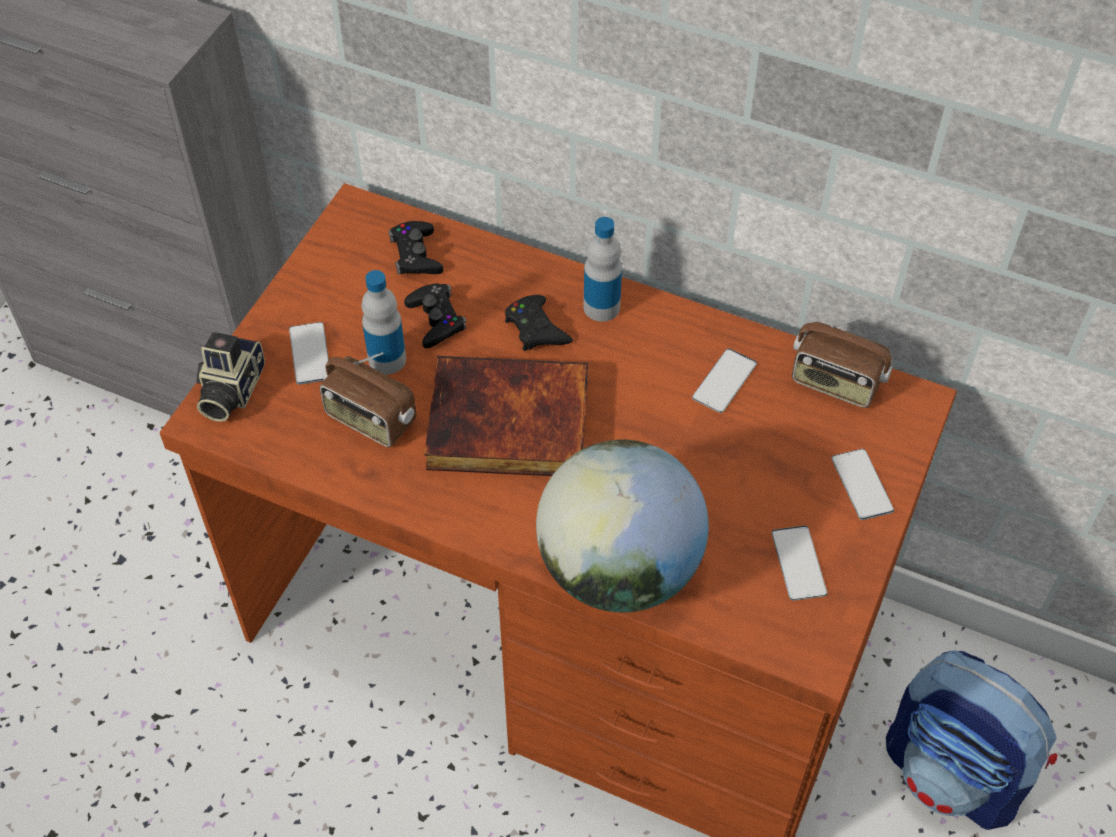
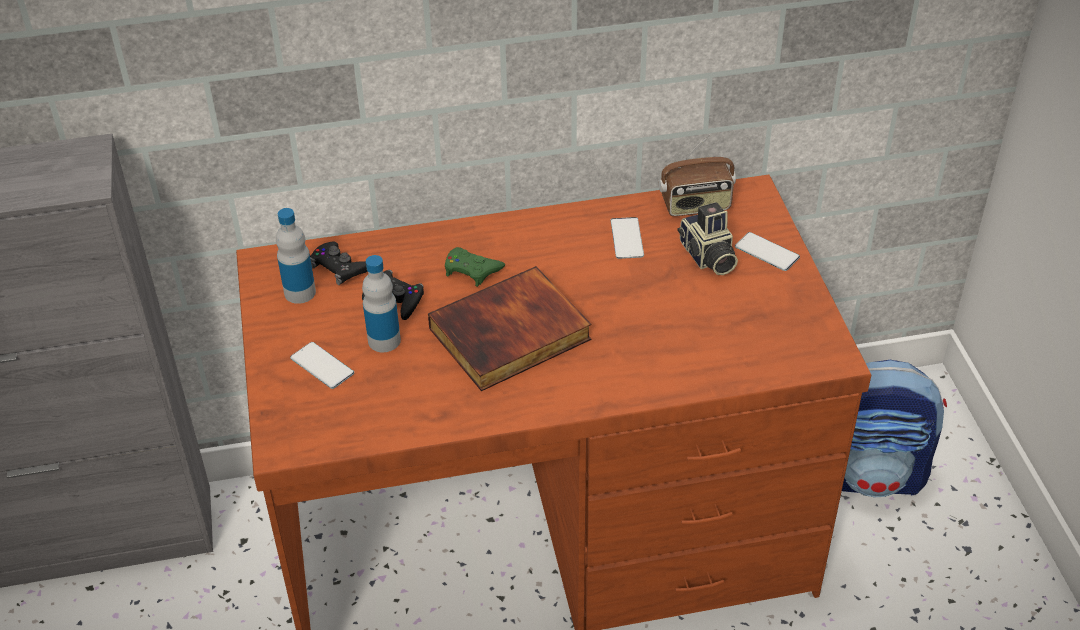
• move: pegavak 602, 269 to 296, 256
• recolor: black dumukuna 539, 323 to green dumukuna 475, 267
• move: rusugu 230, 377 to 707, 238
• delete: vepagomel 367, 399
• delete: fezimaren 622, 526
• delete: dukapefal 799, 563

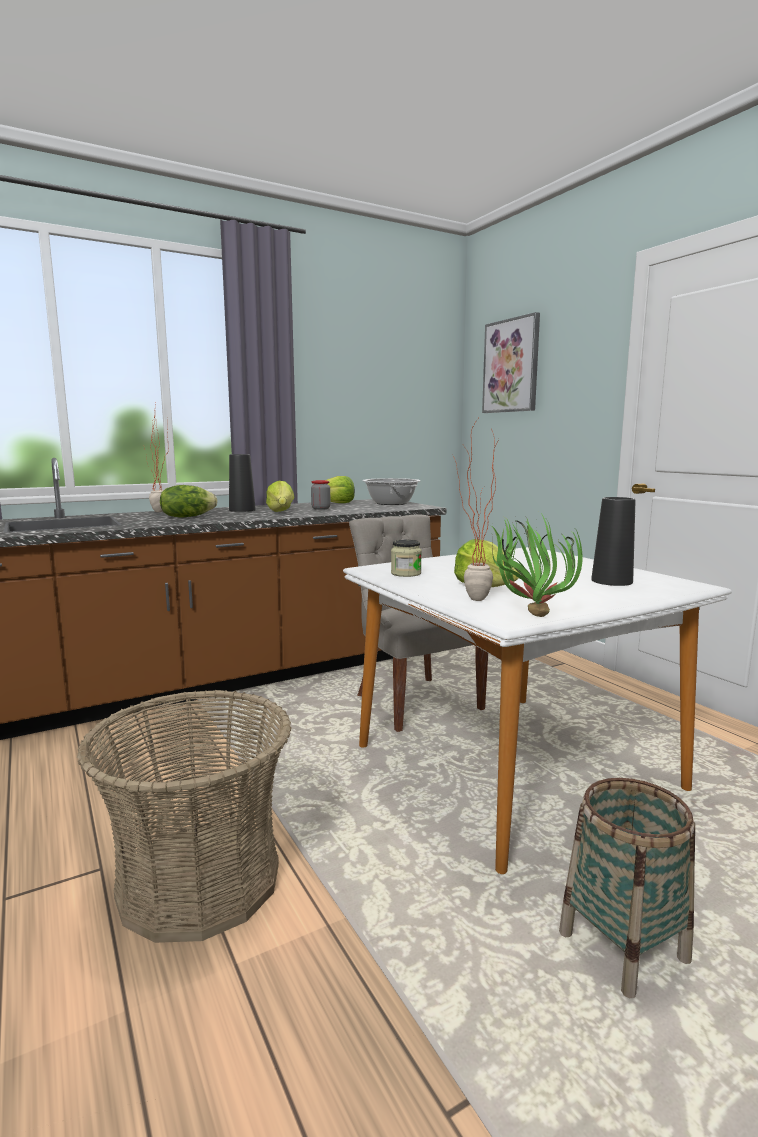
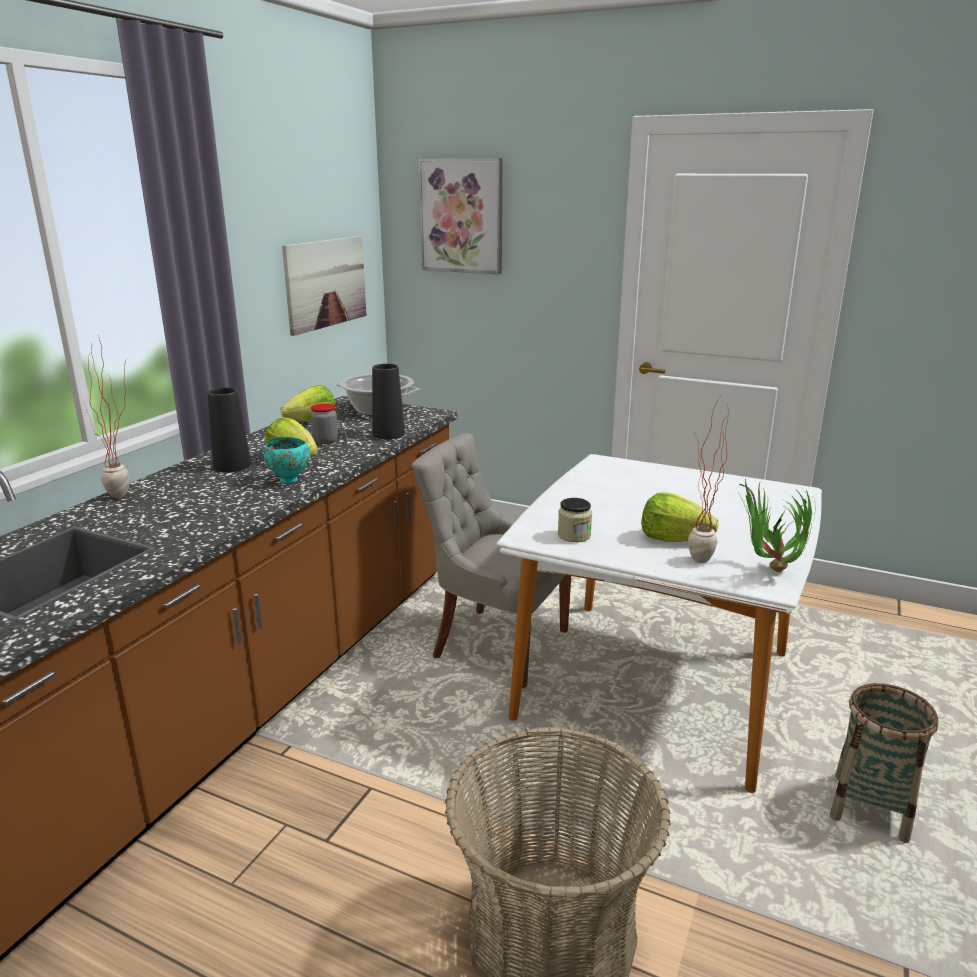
• insert: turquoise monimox 286, 460
• insert: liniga 324, 286
• move: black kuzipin 613, 541 to 388, 401
• delete: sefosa 189, 501

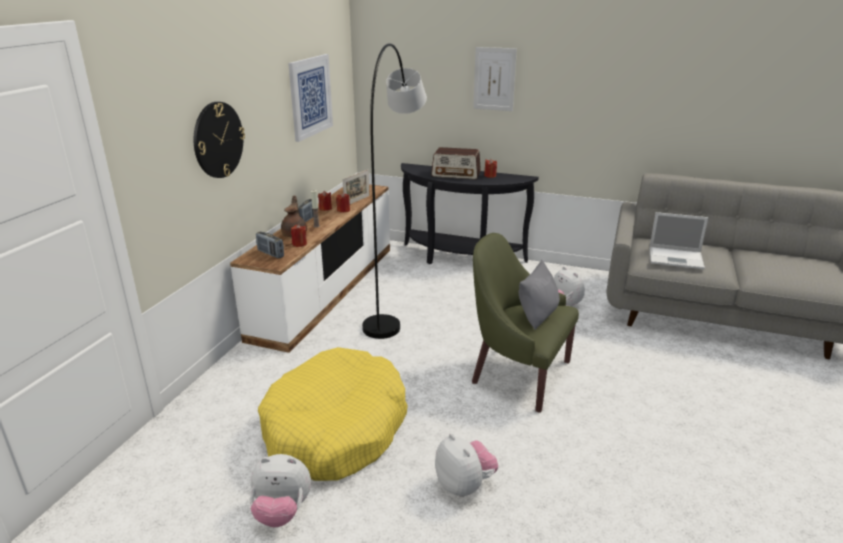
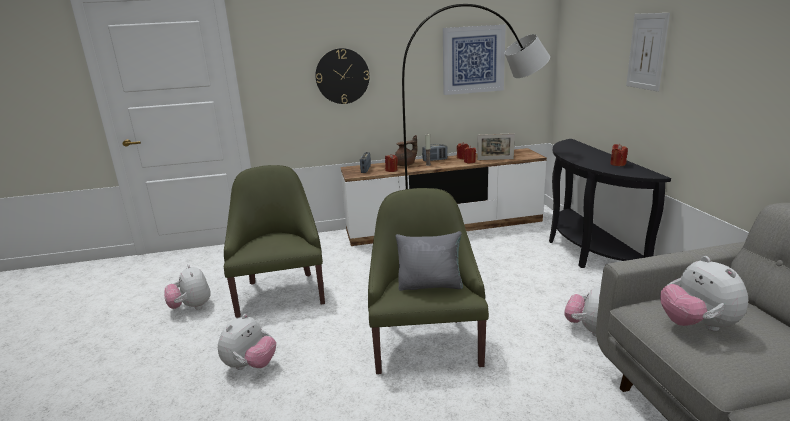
• replace: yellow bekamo 333, 414 to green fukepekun 274, 241
• replace: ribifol 678, 240 to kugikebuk 704, 293
• delete: vepagomel 456, 163

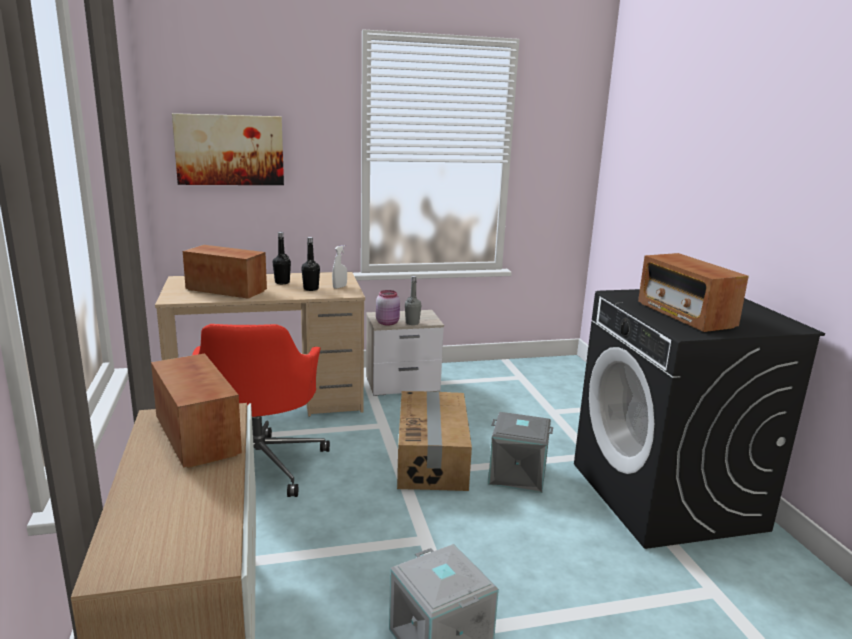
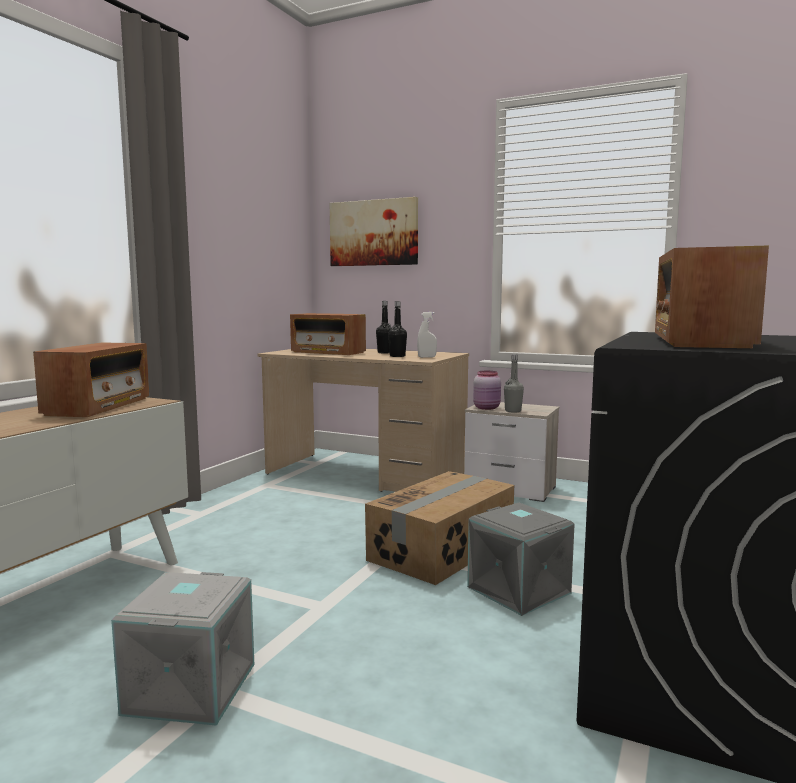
• rotate: vepagomel 225, 272 = 328, 334 150 degrees clockwise
• delete: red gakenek 261, 410

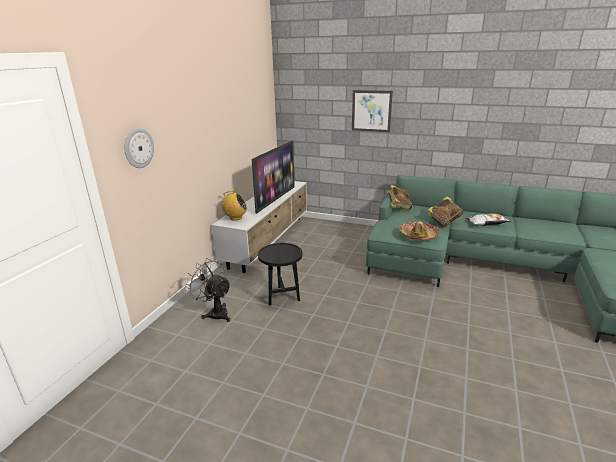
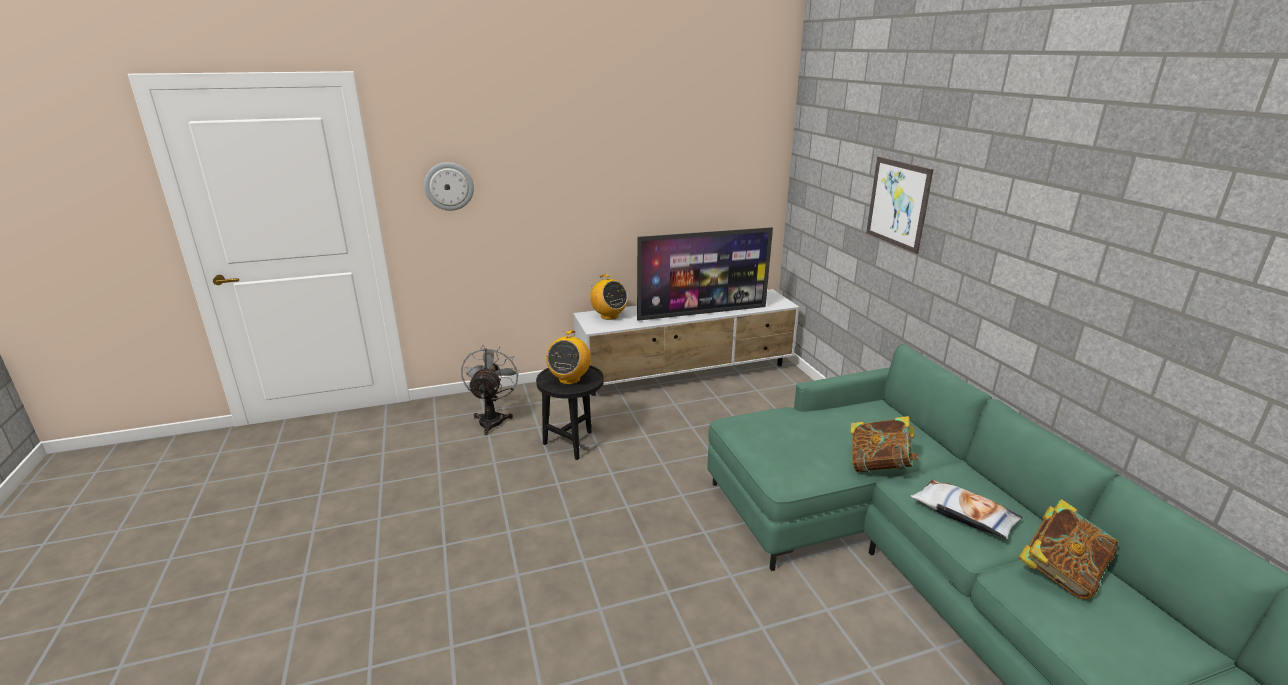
• insert: vepagomel 568, 357
• move: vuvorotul 399, 198 to 1068, 549
• delete: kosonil 419, 231

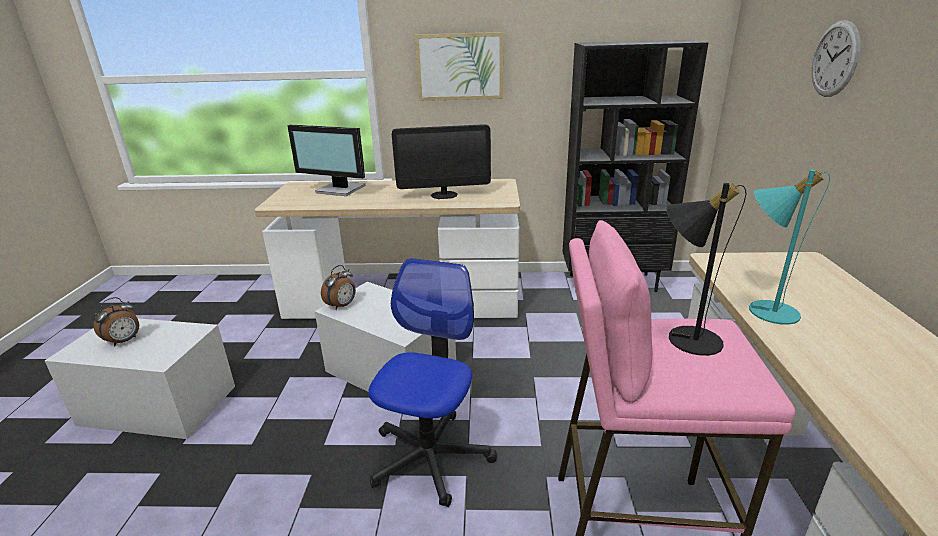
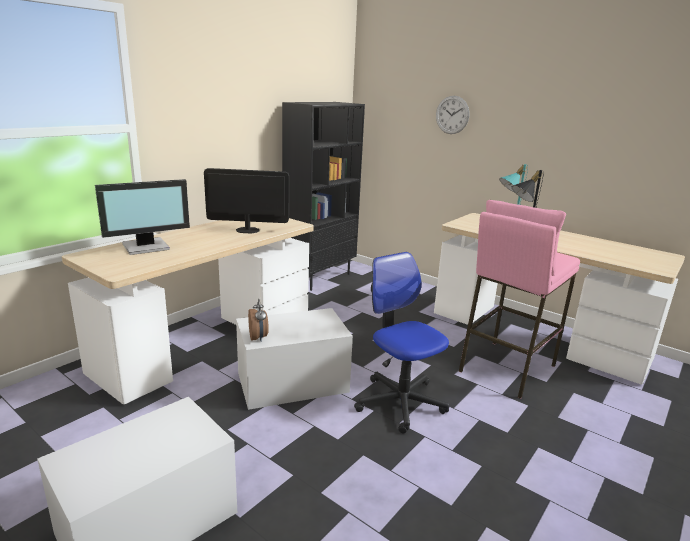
• rotate: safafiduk 441, 161 = 246, 200 120 degrees counterclockwise
• delete: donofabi 116, 321
• delete: liniga 459, 66

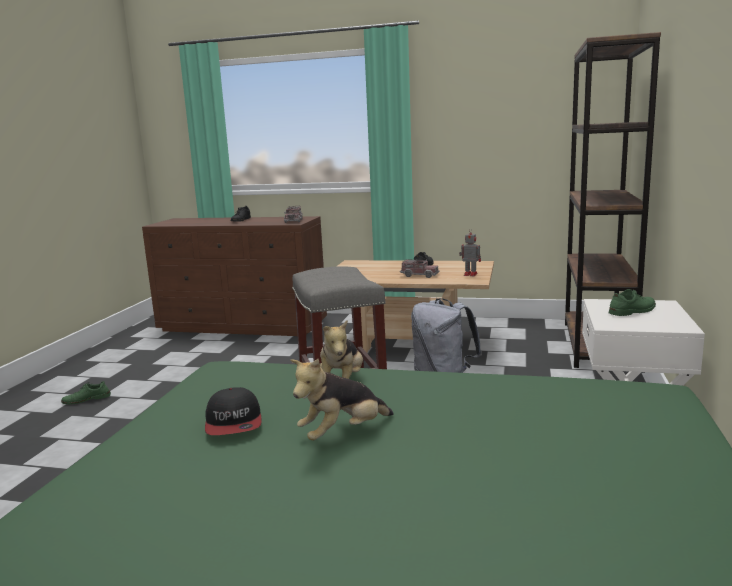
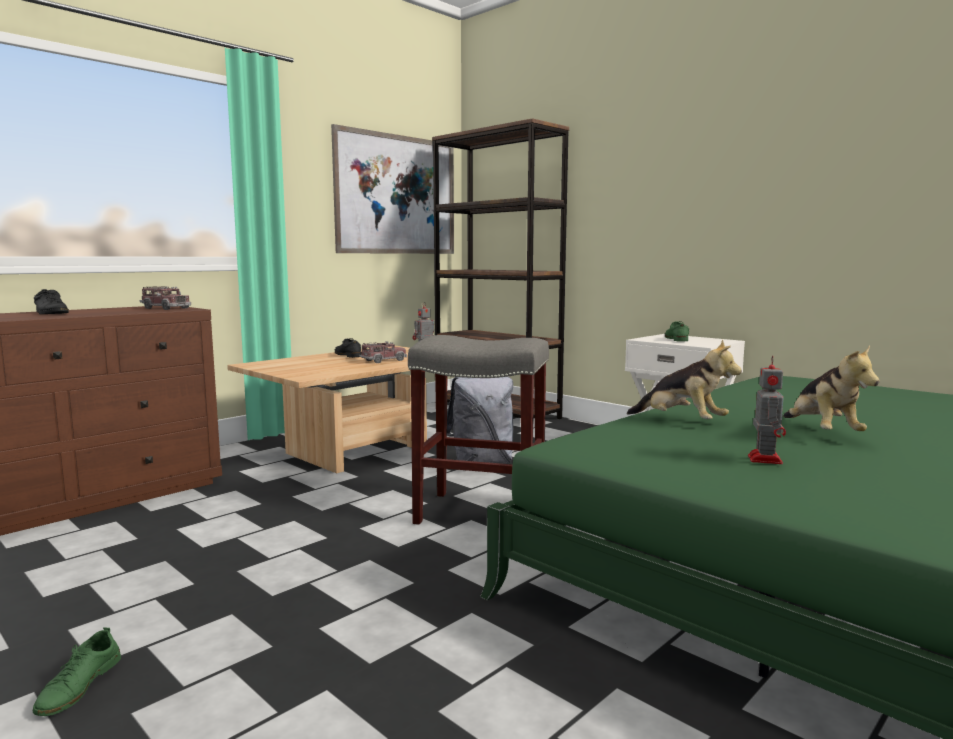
• insert: liniga 392, 189
• replace: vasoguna 233, 411 to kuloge 767, 409

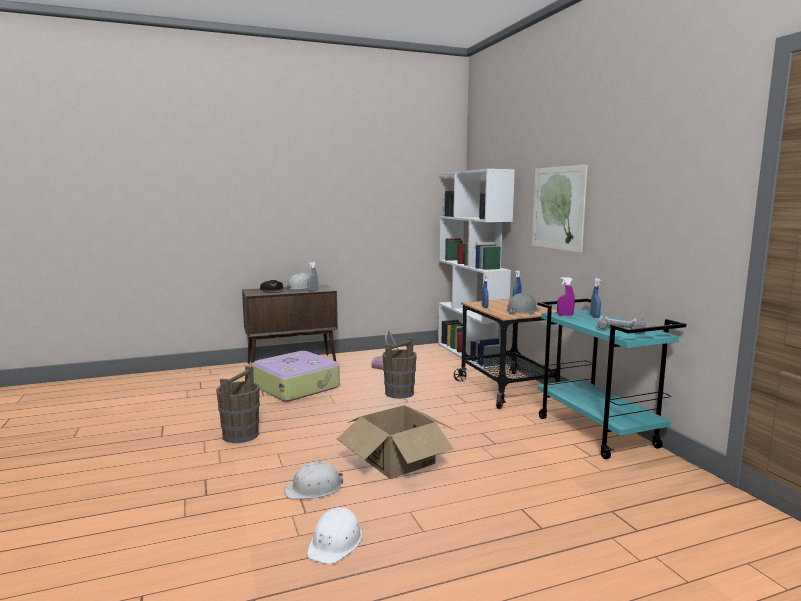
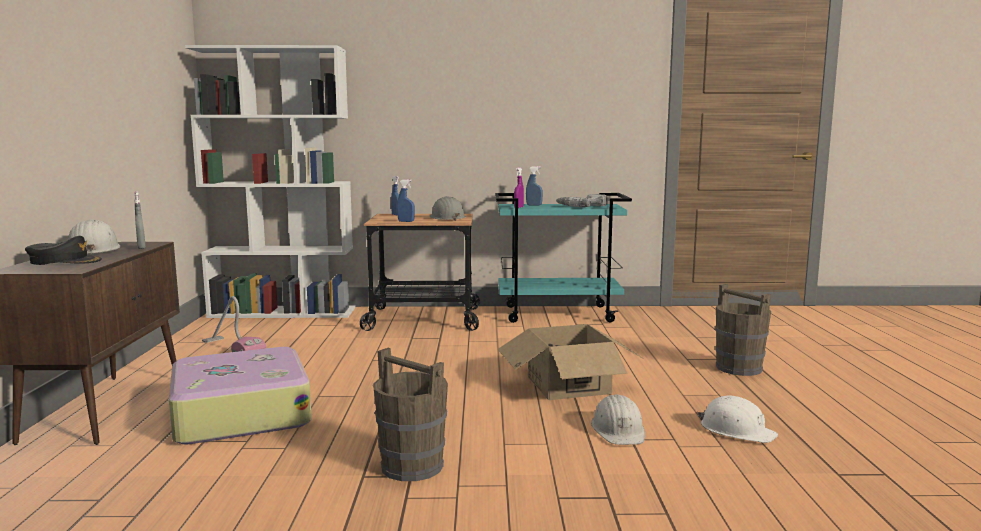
• move: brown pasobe 399, 368 to 743, 330
• delete: liniga 560, 209

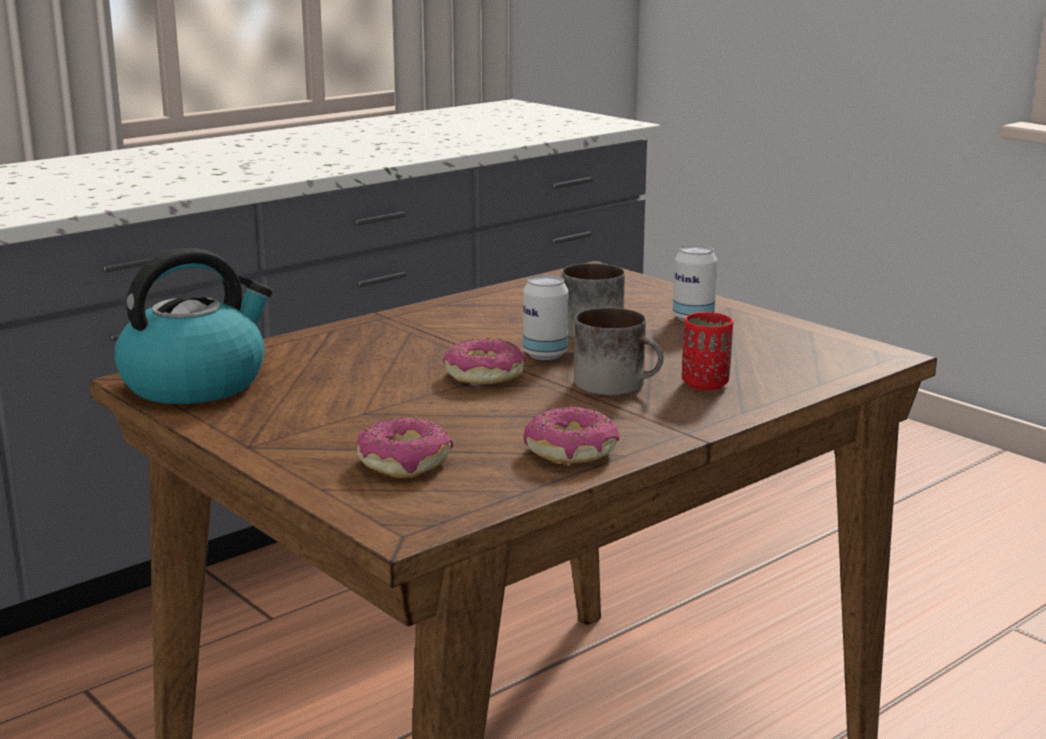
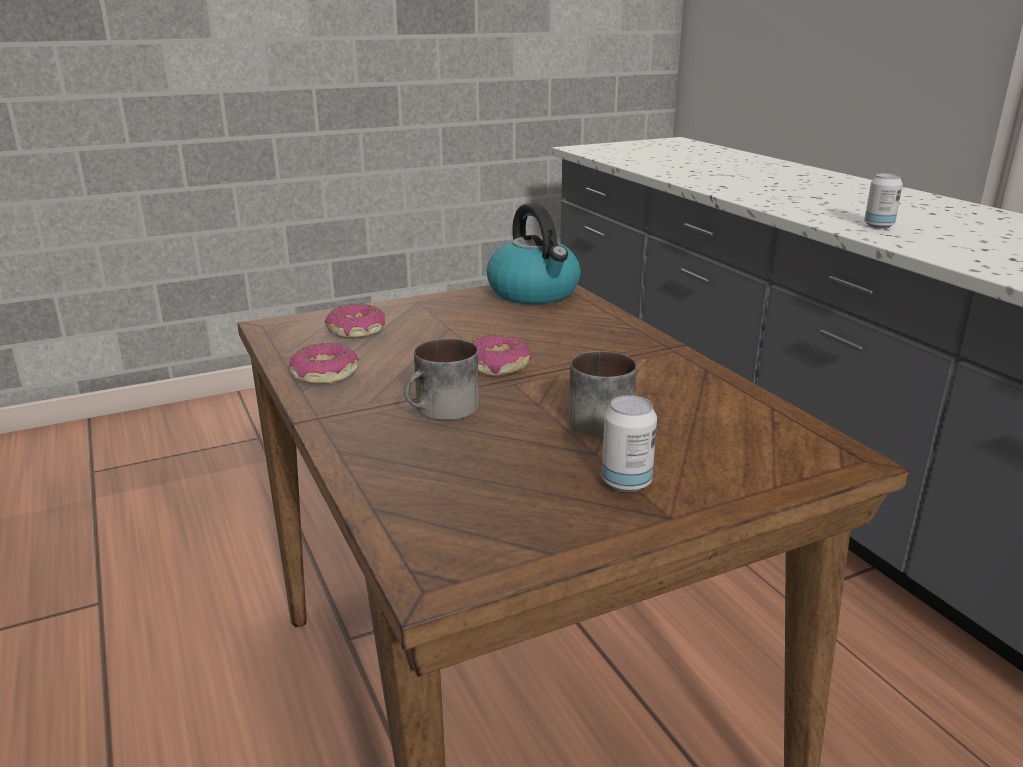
• move: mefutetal 546, 317 to 883, 201
• delete: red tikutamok 707, 351

